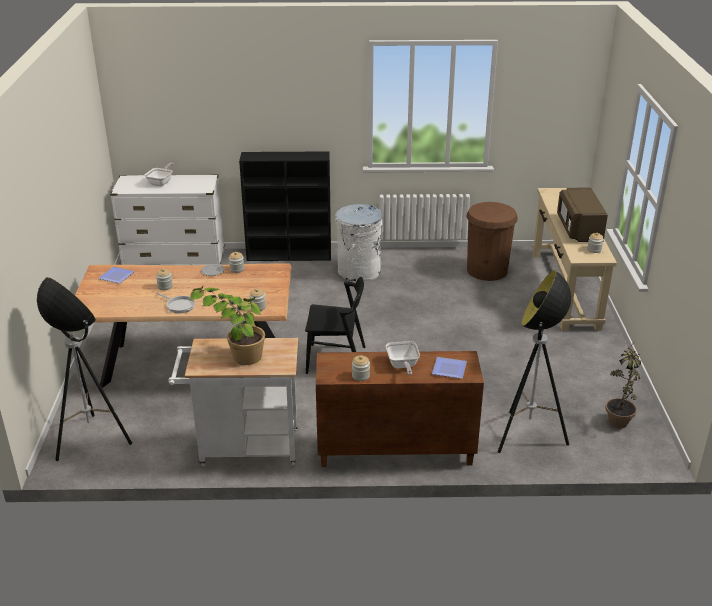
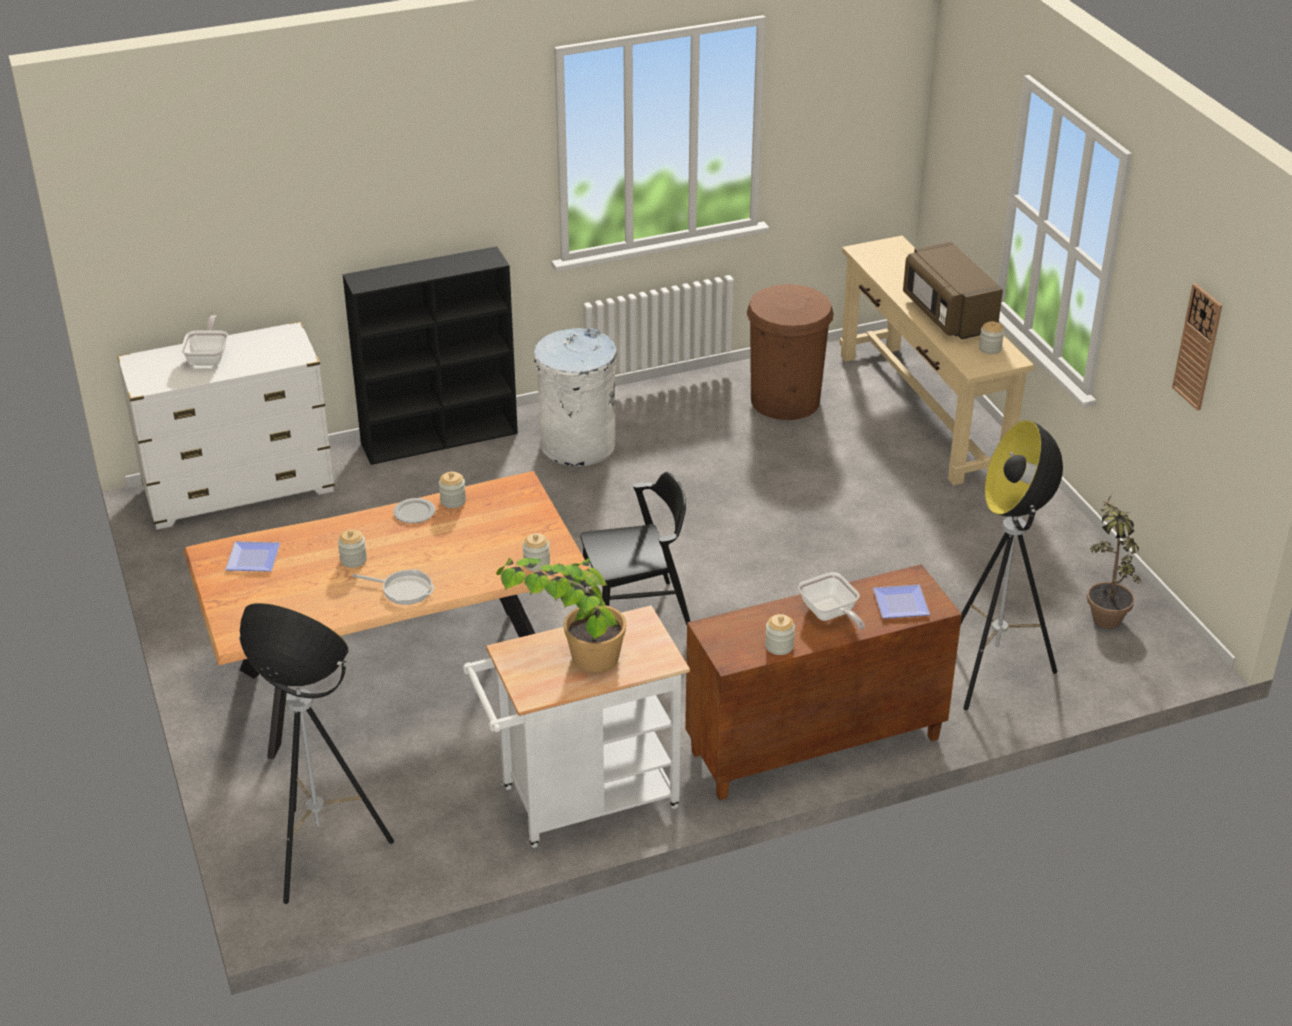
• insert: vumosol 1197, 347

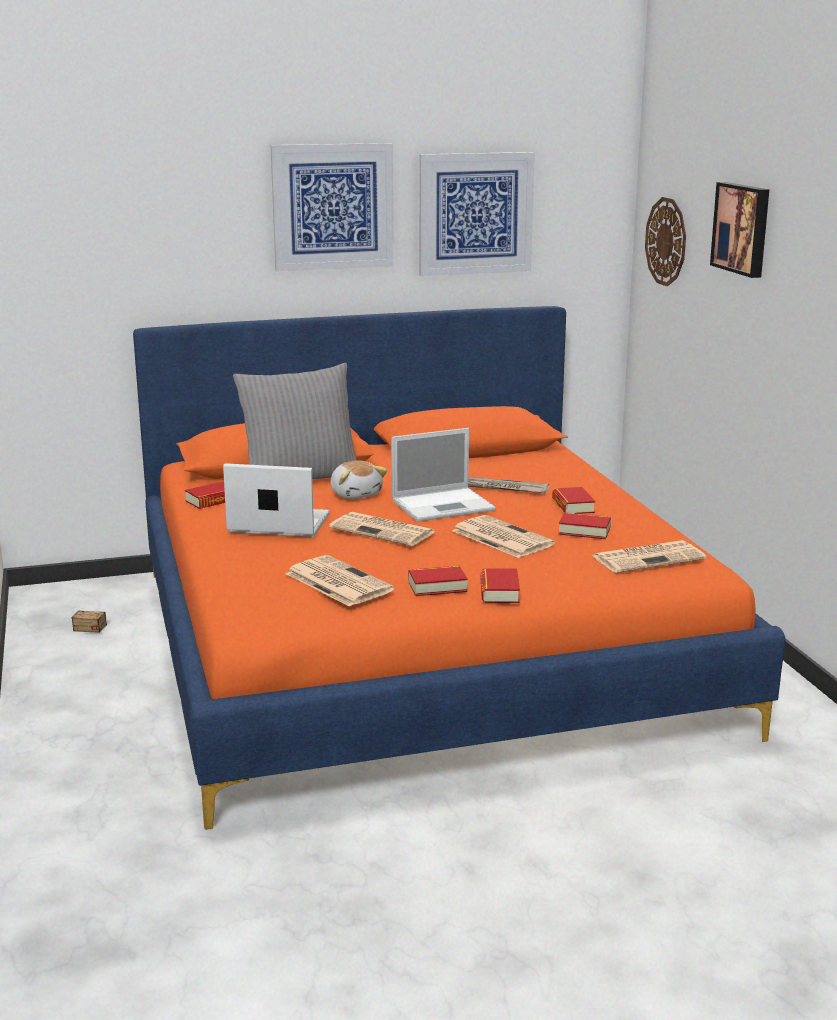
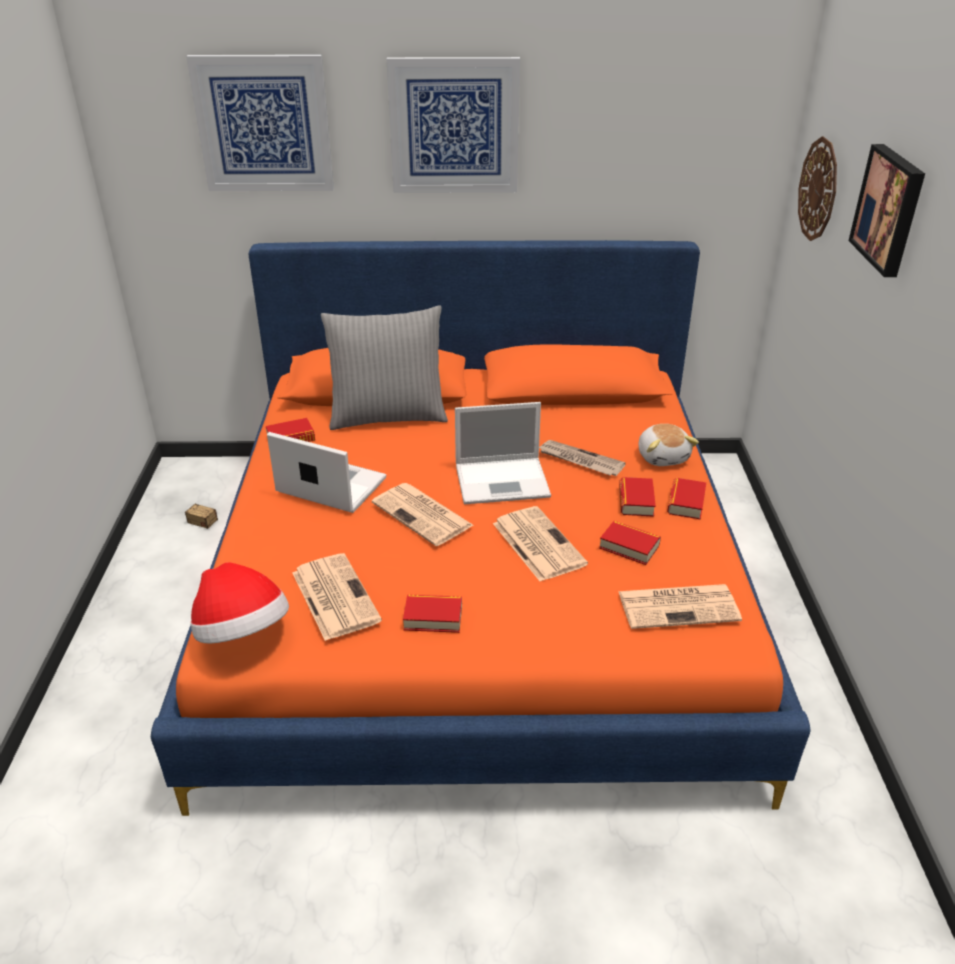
• move: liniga 477, 214 to 260, 123
• insert: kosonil 240, 602
• move: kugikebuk 358, 480 to 669, 445
• move: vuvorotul 500, 585 to 686, 499

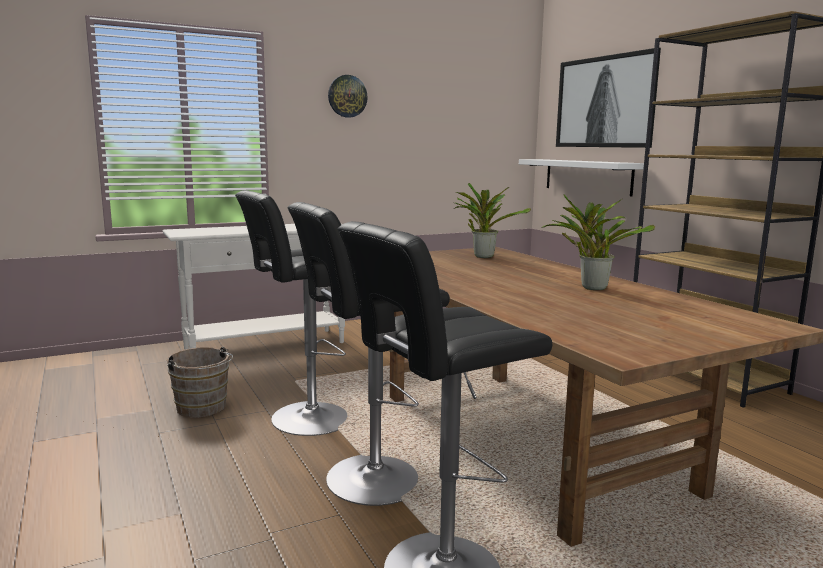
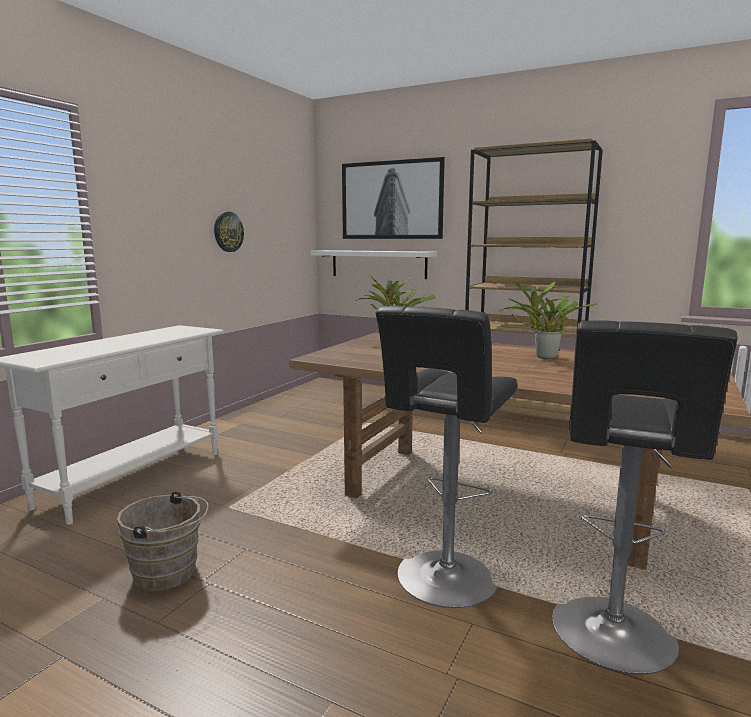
• move: vumosol 348, 96 to 229, 232
• delete: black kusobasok 291, 313

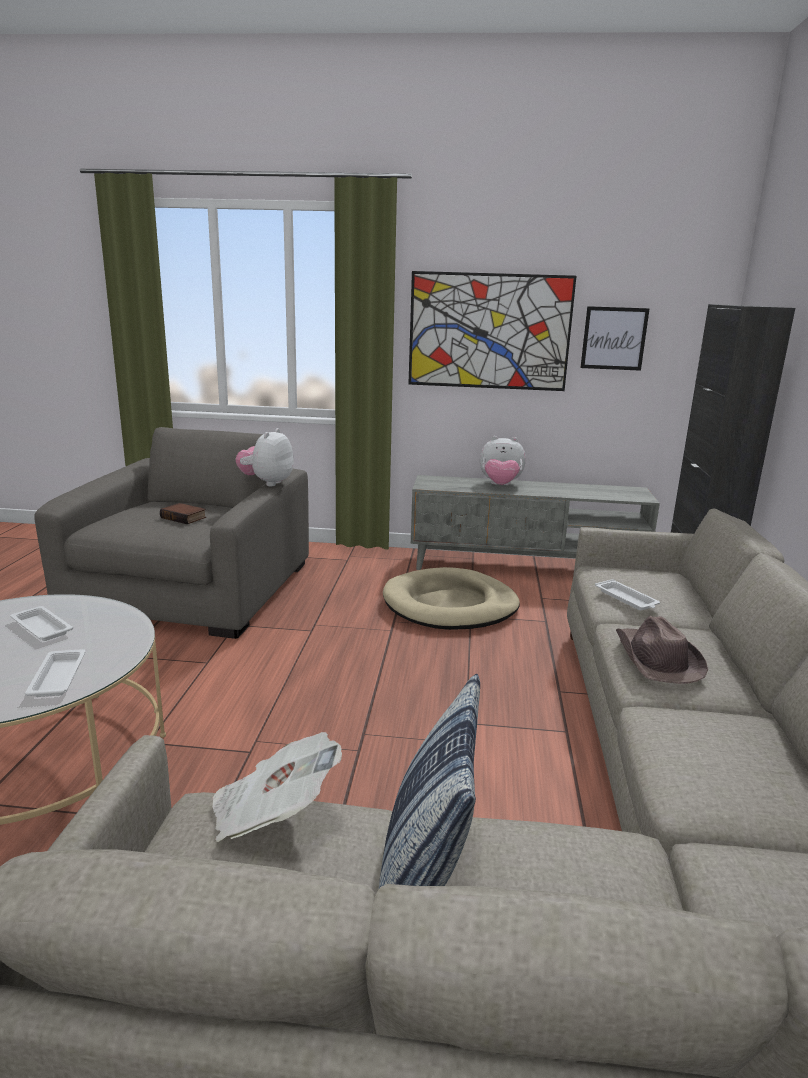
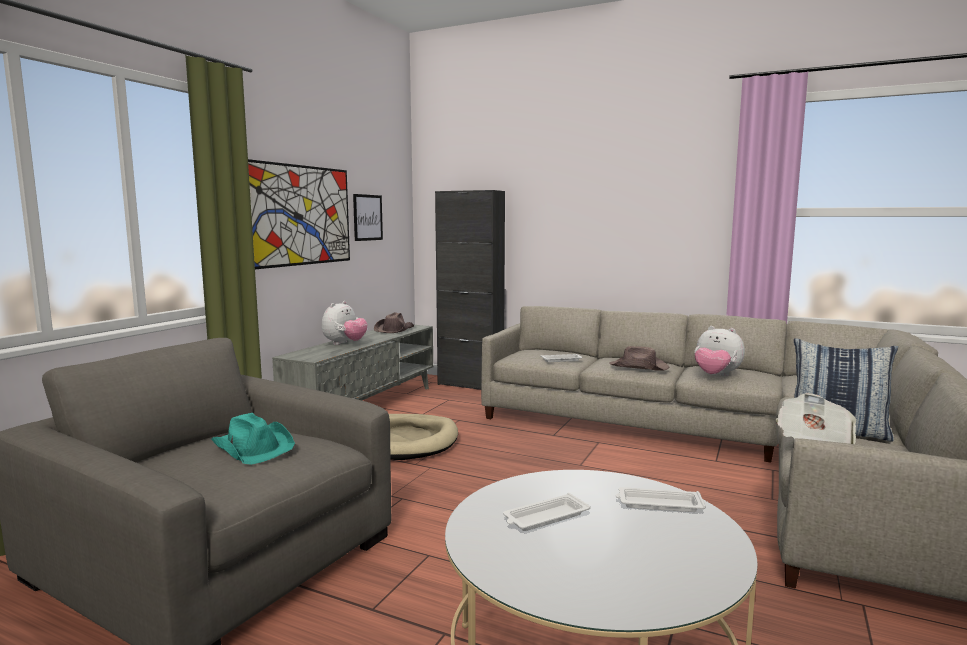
• replace: vuvorotul 183, 513 to turquoise kosonil 253, 439
• insert: brown kosonil 394, 322
• move: kugikebuk 265, 457 to 719, 351

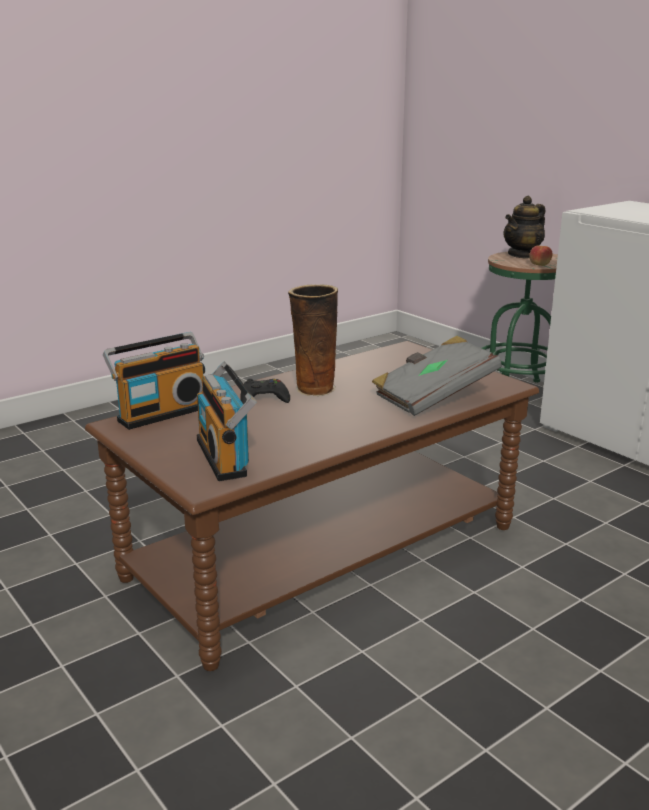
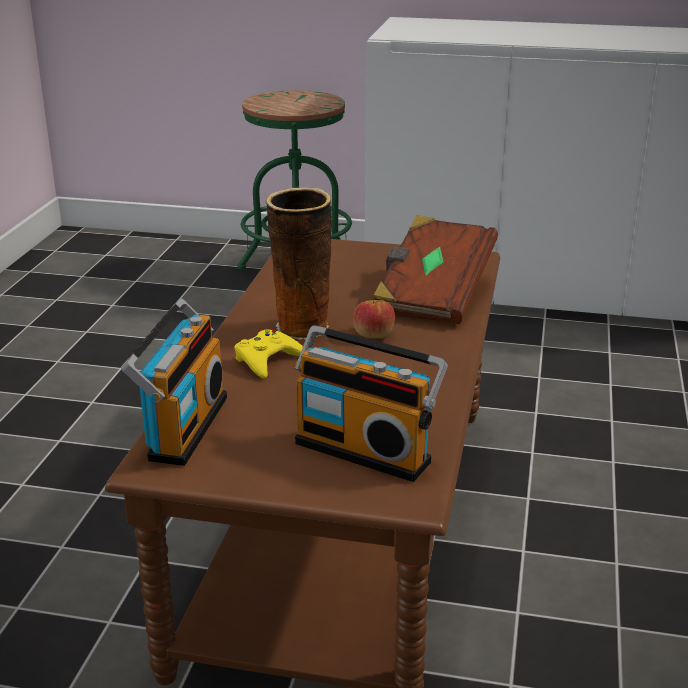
• recolor: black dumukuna 265, 391 to yellow dumukuna 268, 354
• move: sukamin 541, 256 to 374, 319
• recolor: grey vuvorotul 437, 376 to brown vuvorotul 435, 269
• delete: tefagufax 524, 227

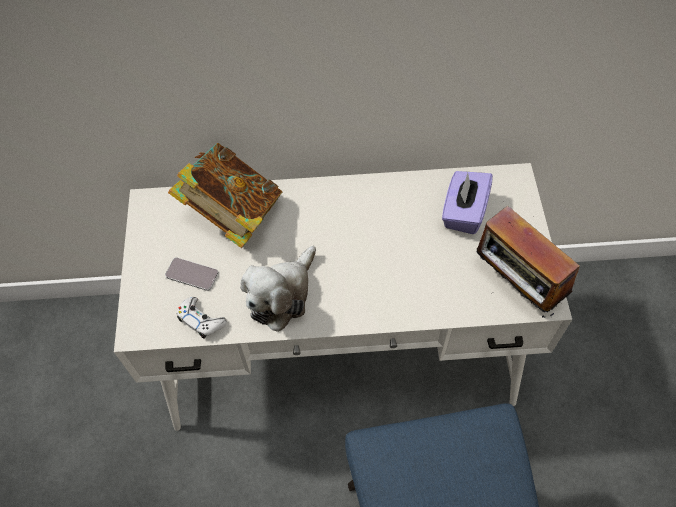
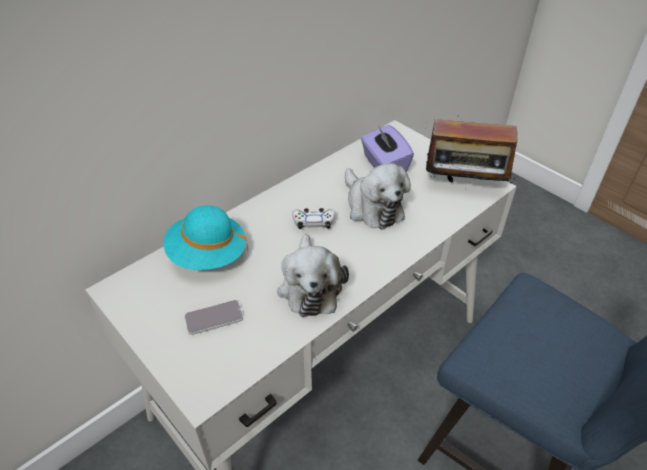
• replace: vuvorotul 225, 195 to turquoise kosonil 206, 237
• move: white dumukuna 201, 318 to 314, 218
• insert: kugikebuk 378, 196

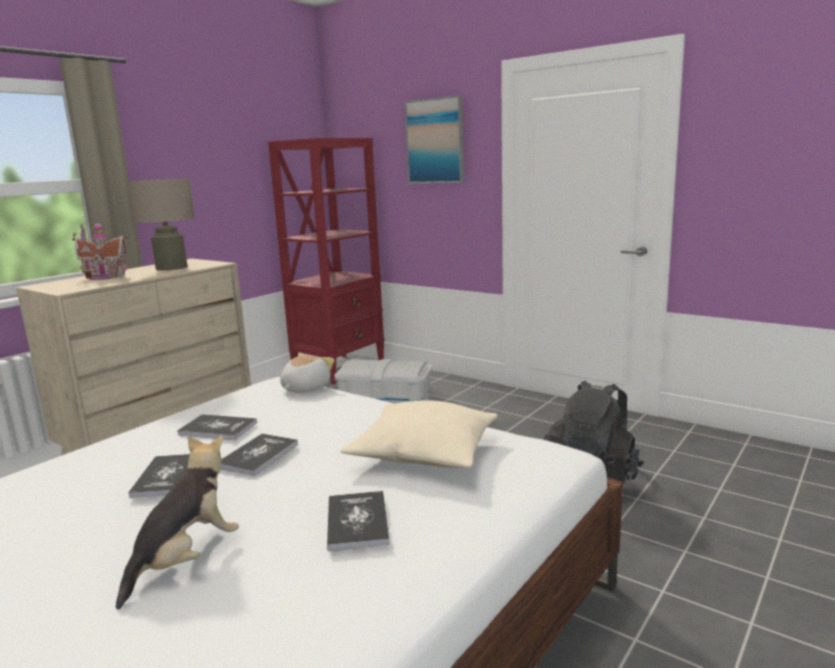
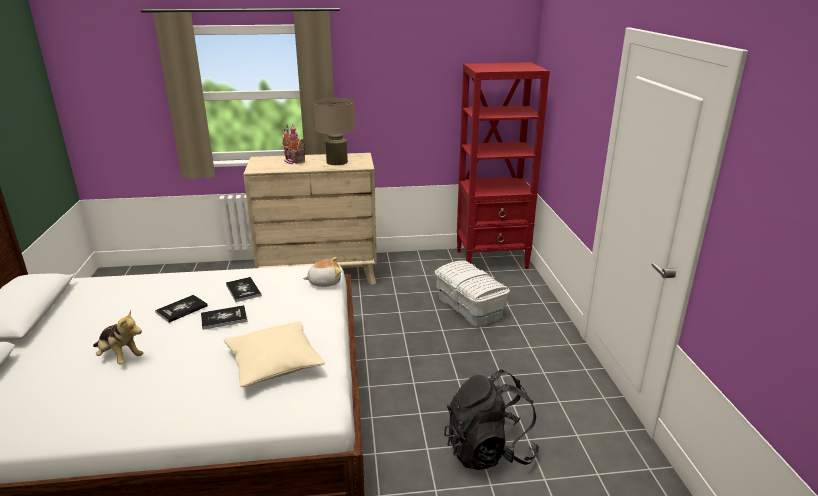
• rotate: kugikebuk 177, 523 = 118, 337 45 degrees clockwise
• delete: vuvorotul 358, 521
• delete: liniga 434, 139

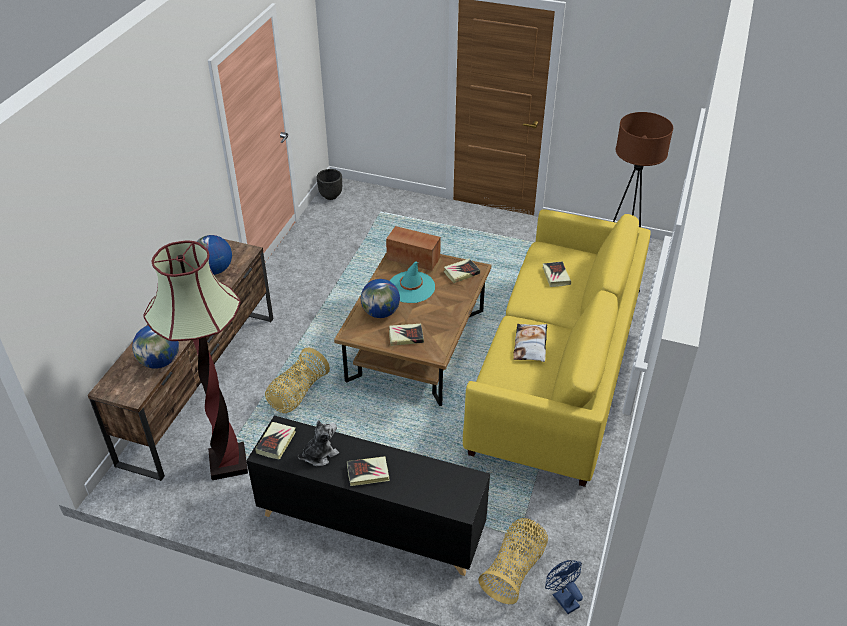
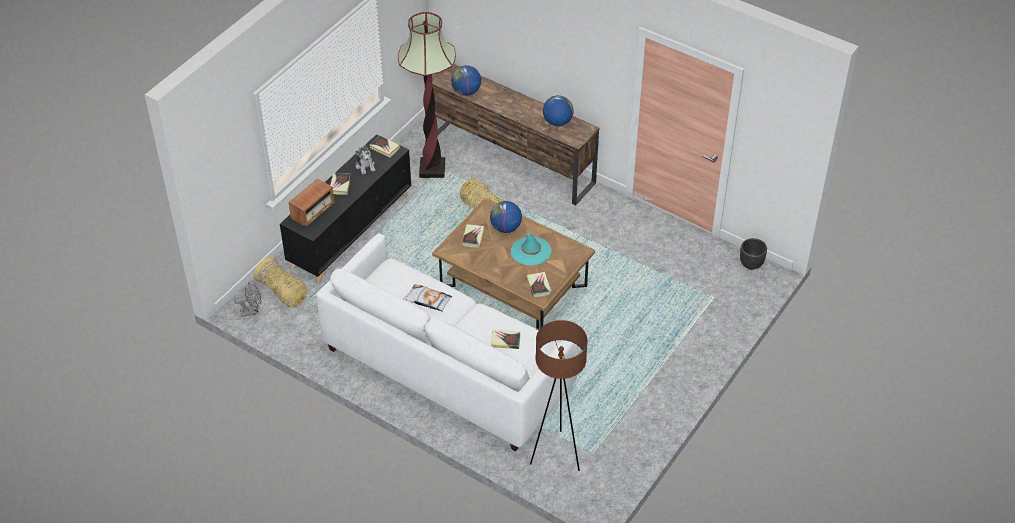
• recolor: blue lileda 564, 587 to grey lileda 247, 299
• move: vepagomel 413, 248 to 311, 202
• recolor: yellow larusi 556, 348 to white larusi 447, 342

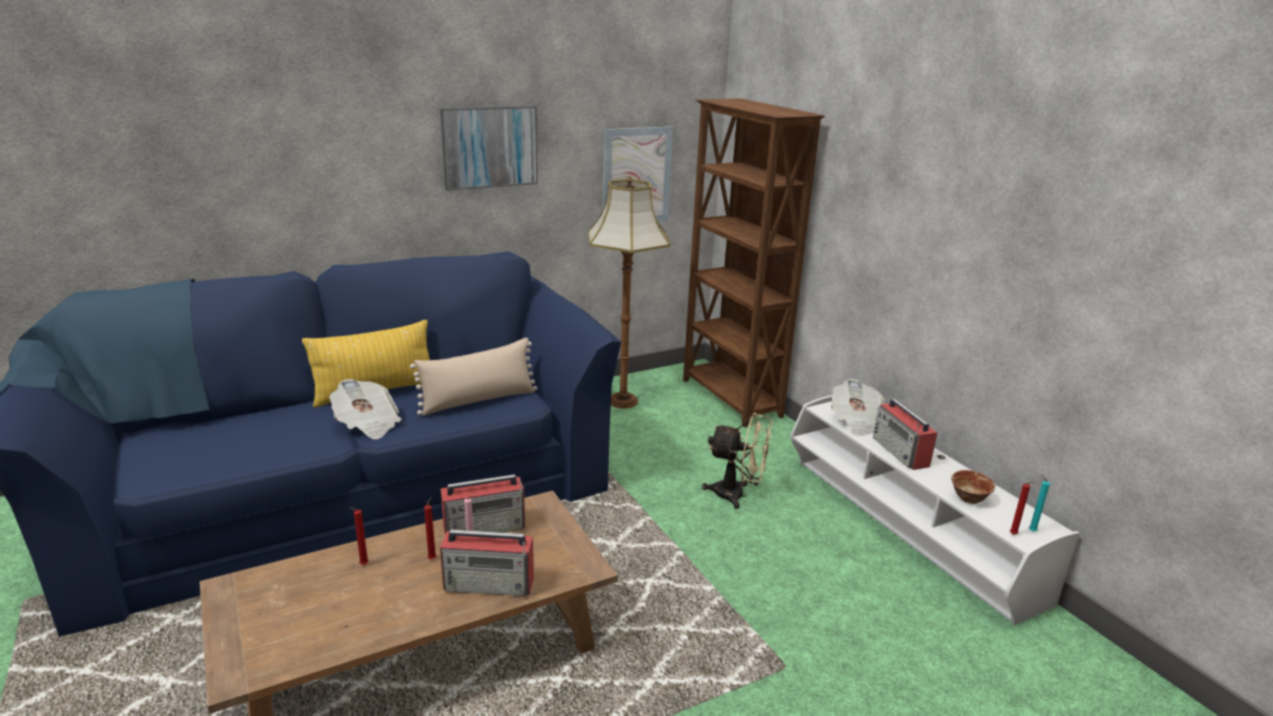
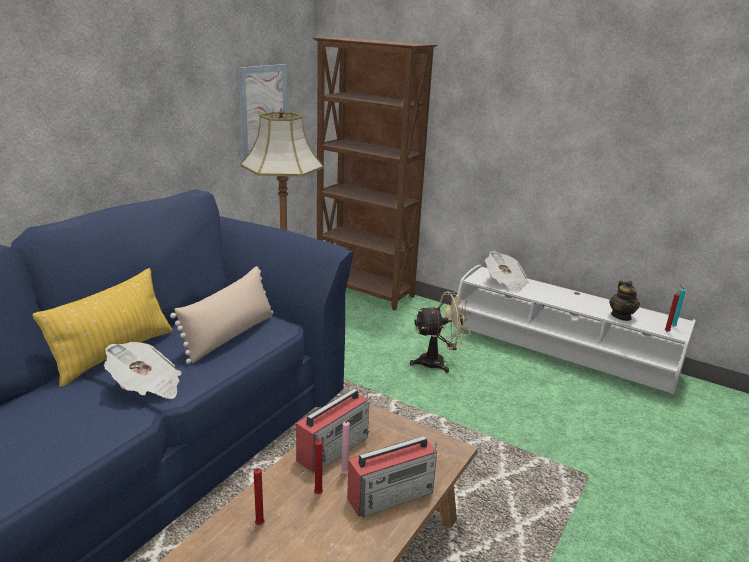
• replace: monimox 973, 487 to tefagufax 624, 300
• delete: liniga 489, 148
• delete: vepagomel 905, 434

